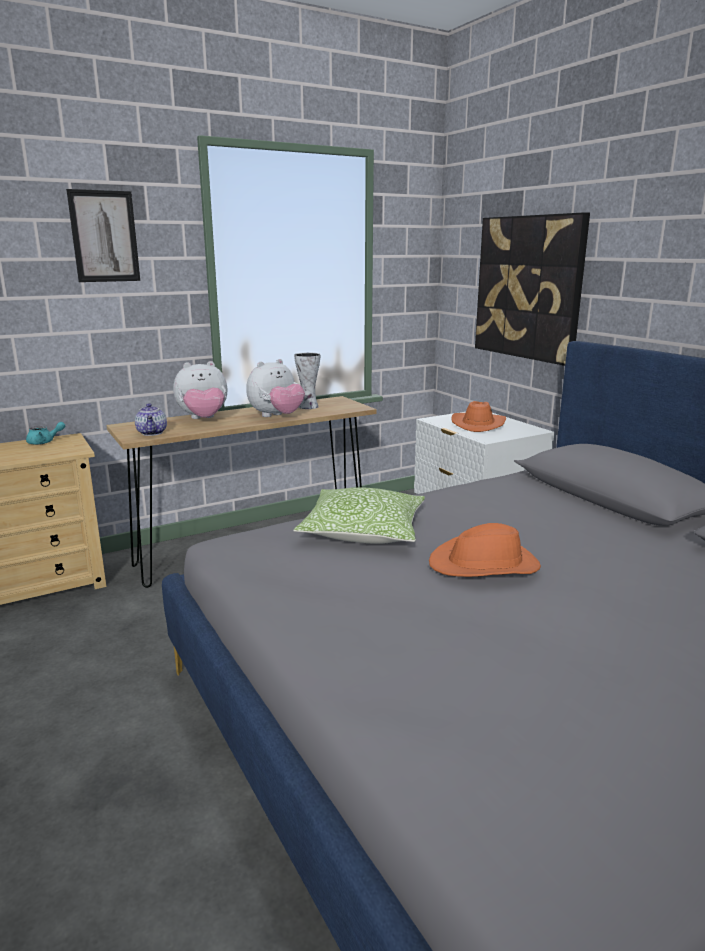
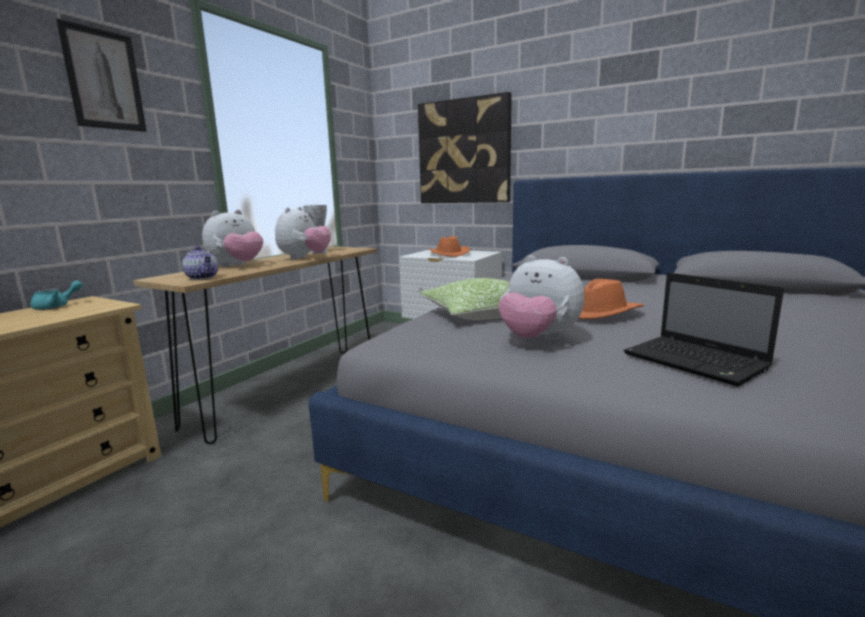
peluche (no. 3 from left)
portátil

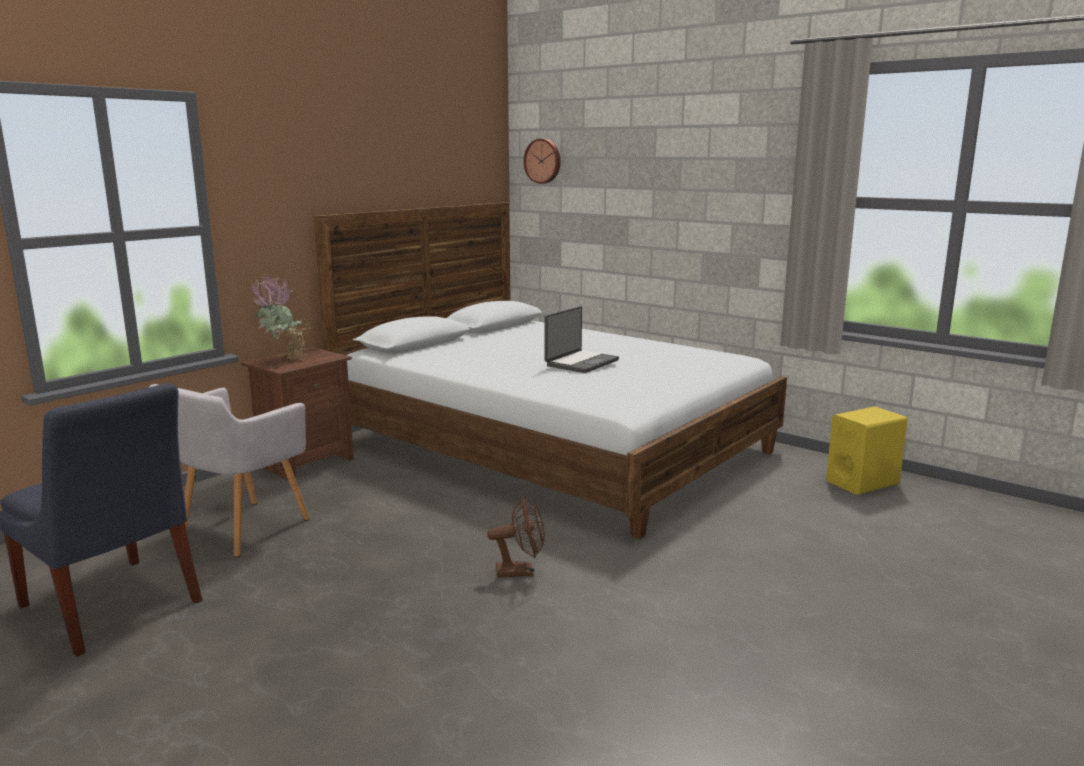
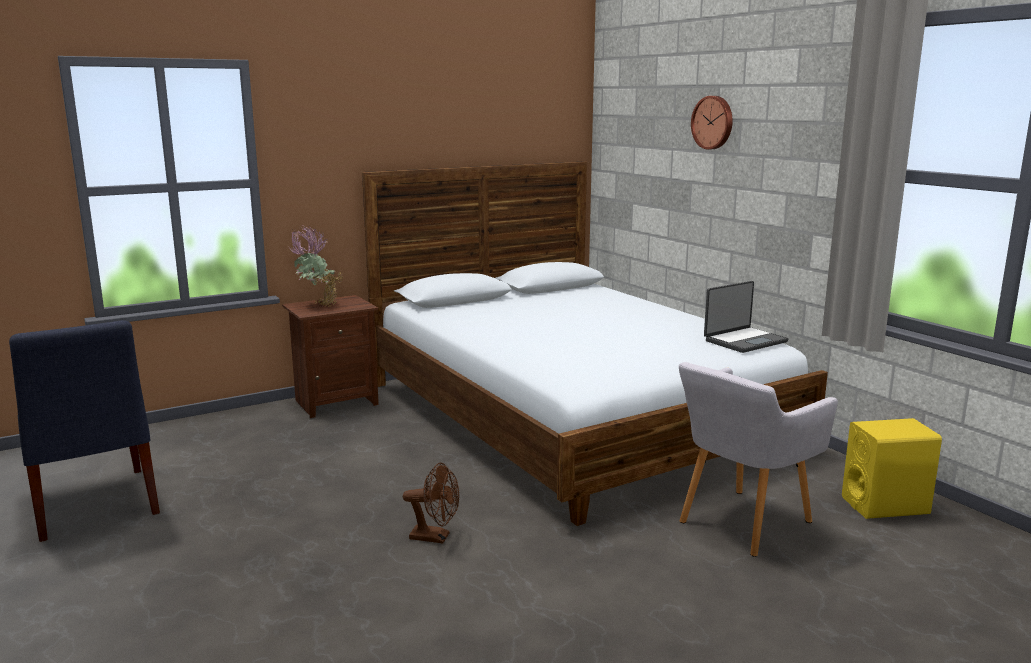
sillón (gris)
reloj de pared
portátil

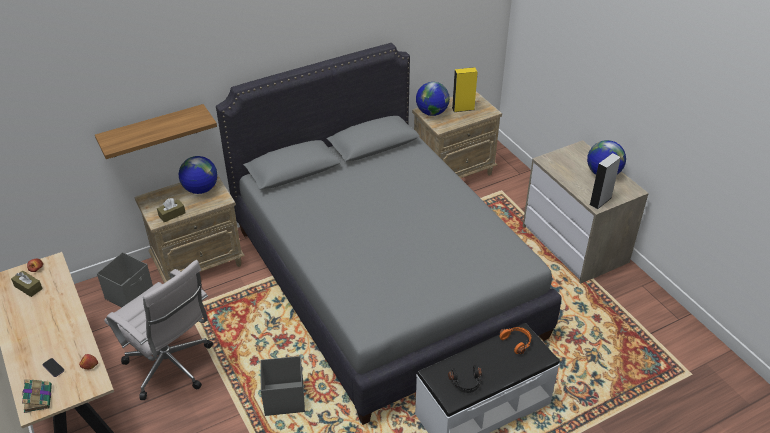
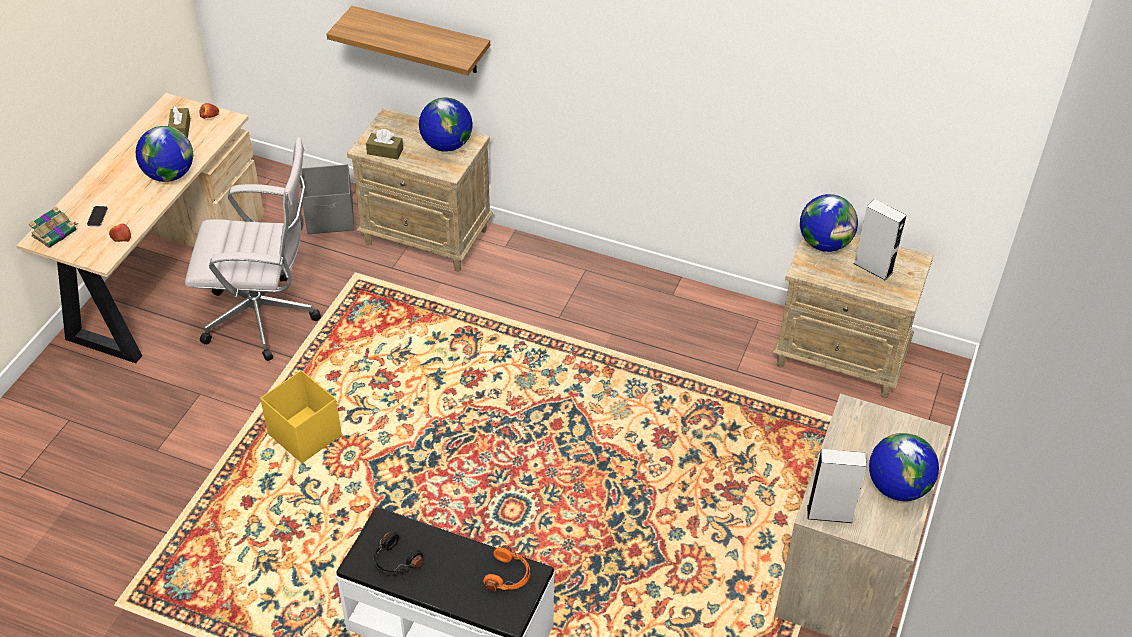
globo terráqueo (no. 1 from left)
silla de oficina (blanco)
caja de almacenaje (amarillo)
altavoz (gris) (no. 2 from left)
cama (gris)

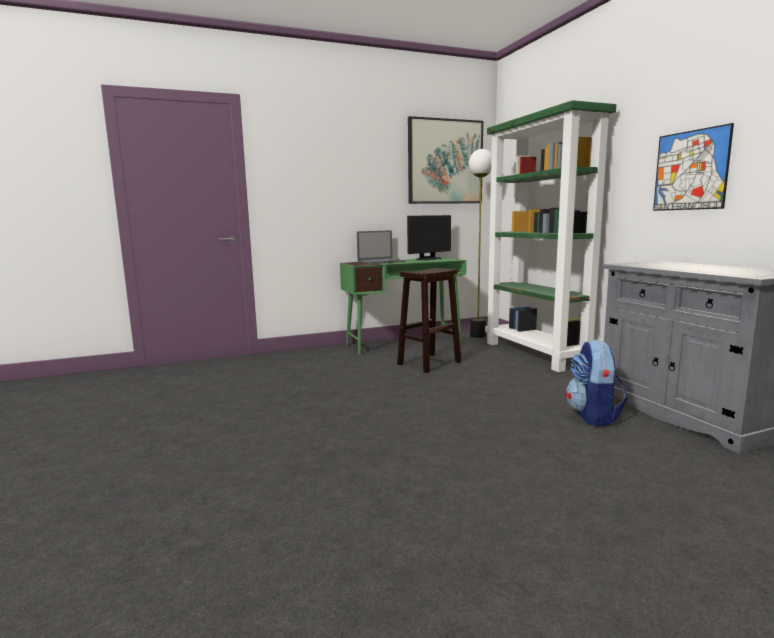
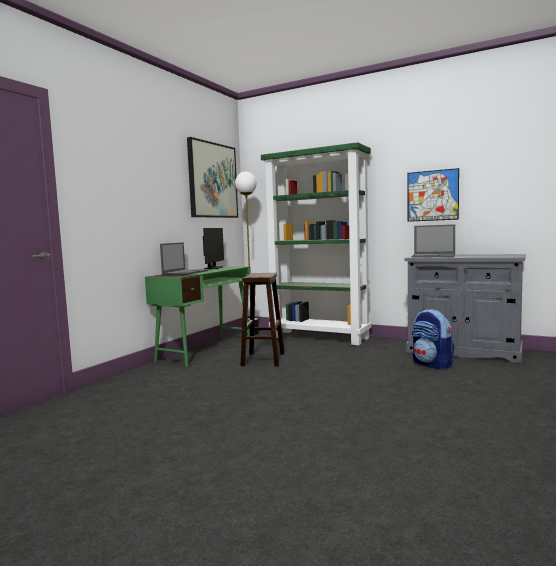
portátil (no. 2 from left)

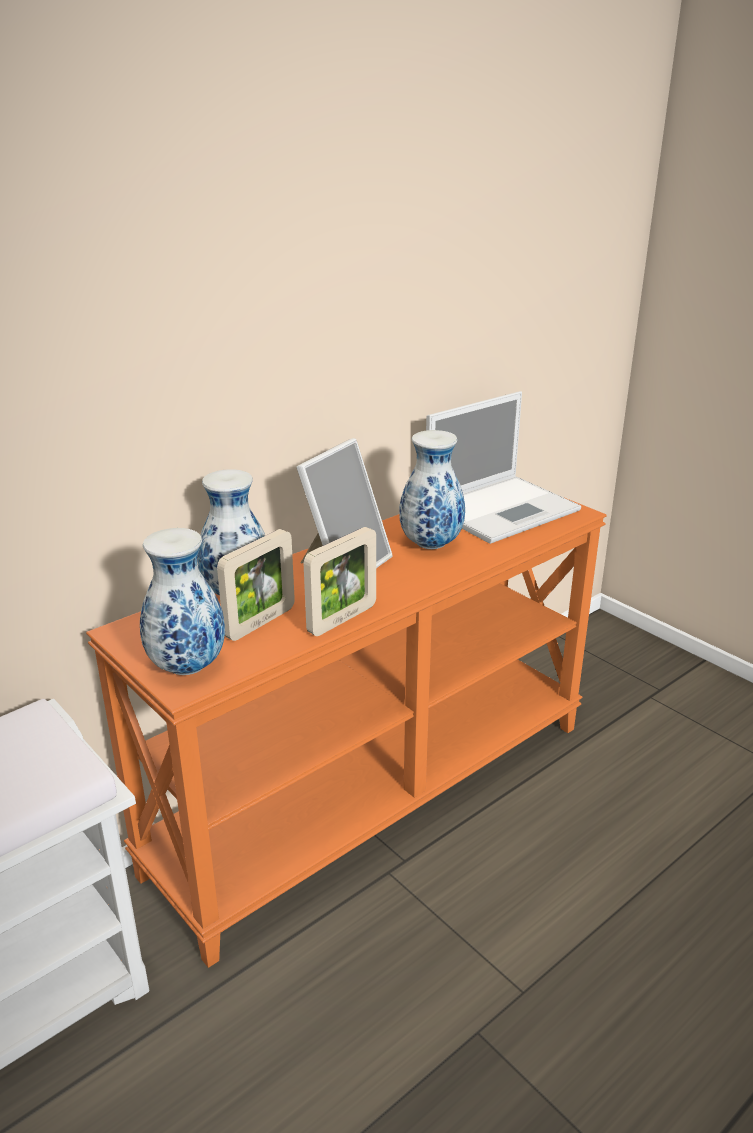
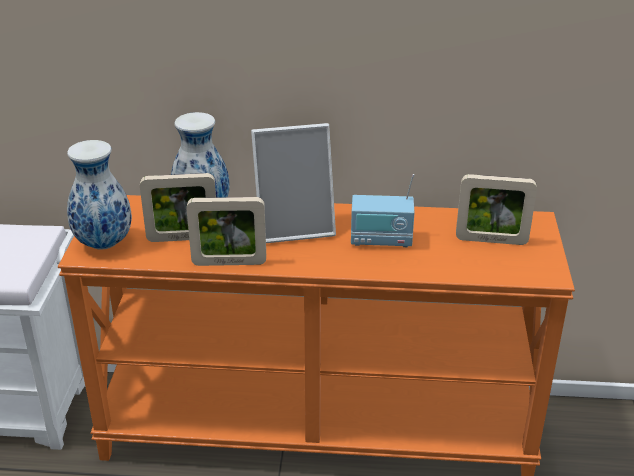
radio
portarretratos (no. 4 from left)

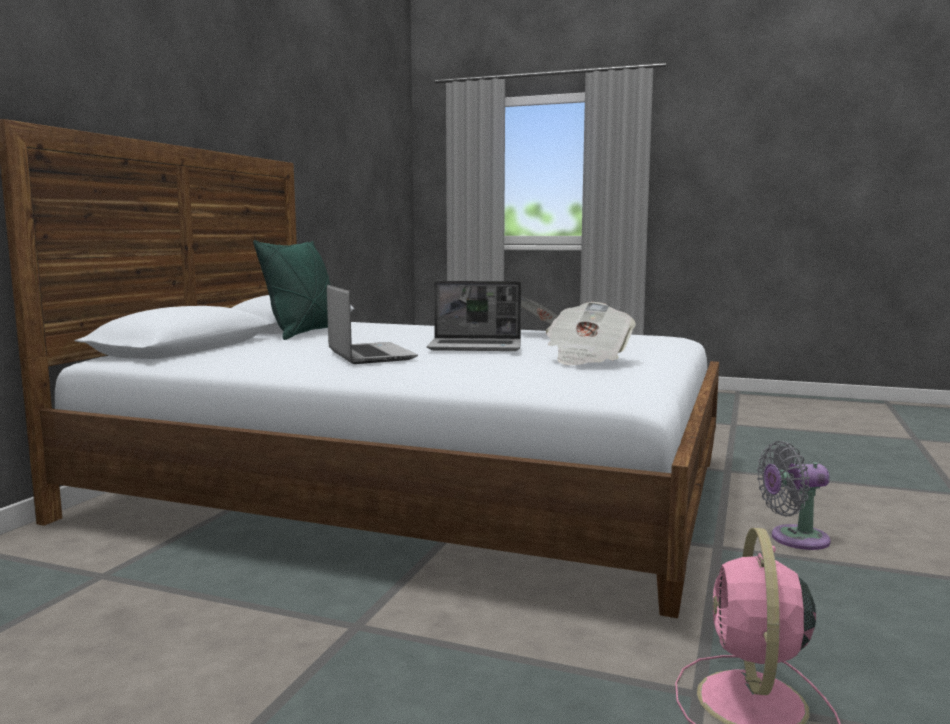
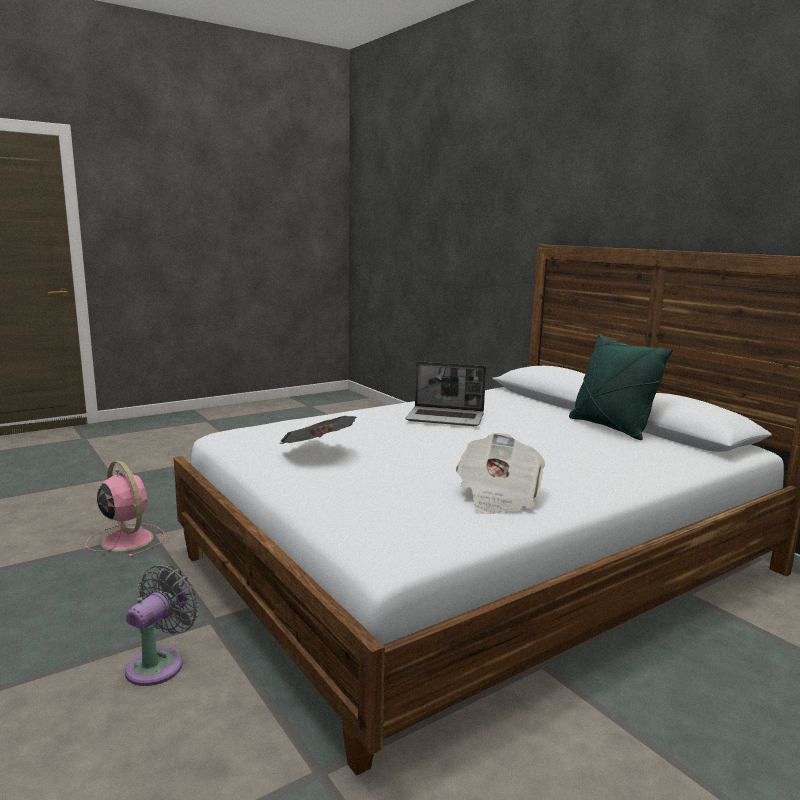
portátil (no. 2 from left in the first image)

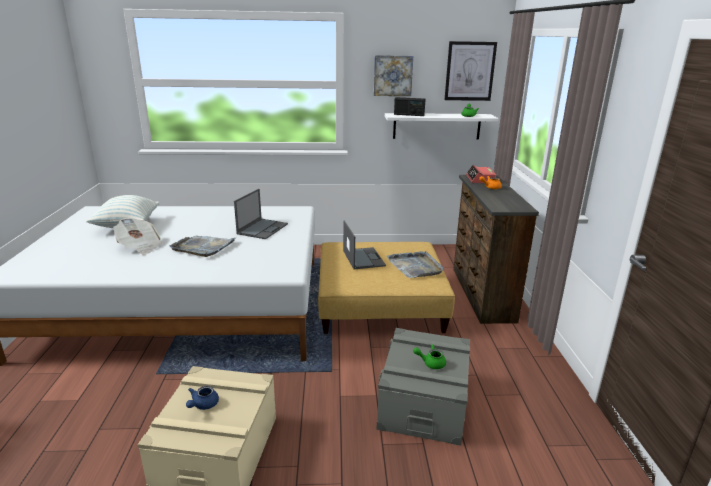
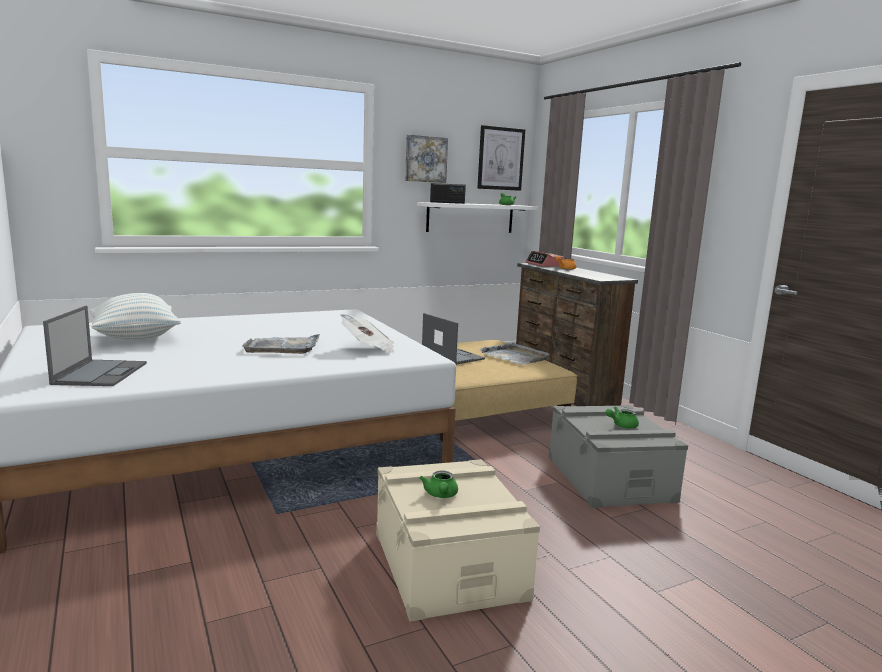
portátil (no. 1 from left)
periódico
tetera (verde) (no. 1 from left)

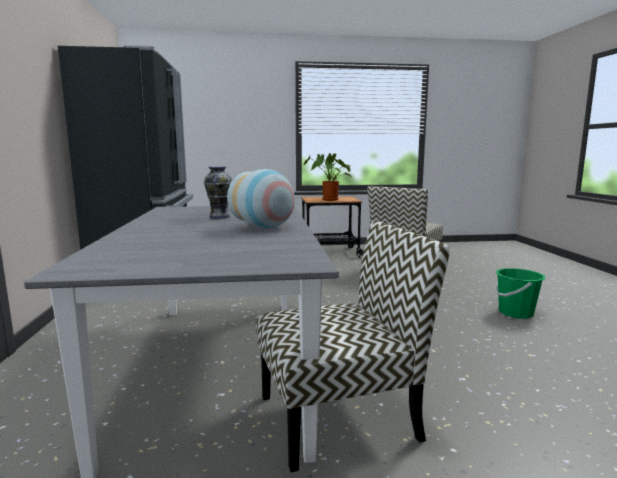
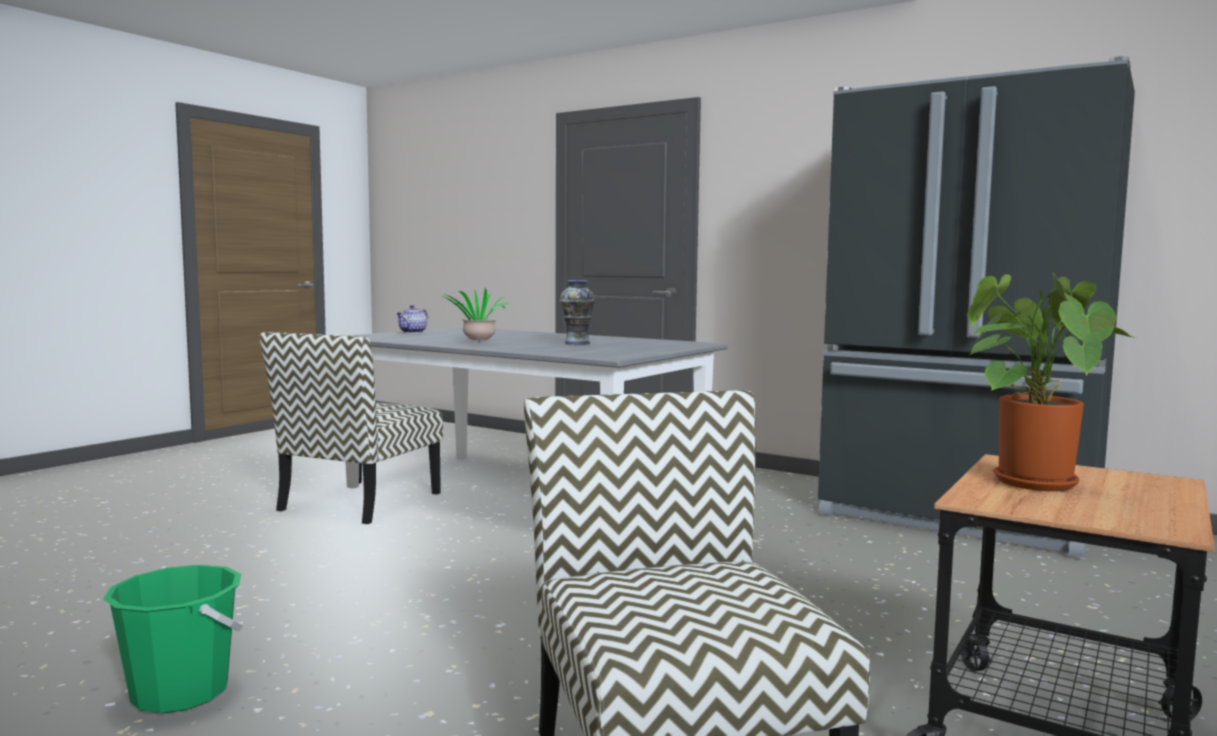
tetera
planta en maceta (no. 1 from left)

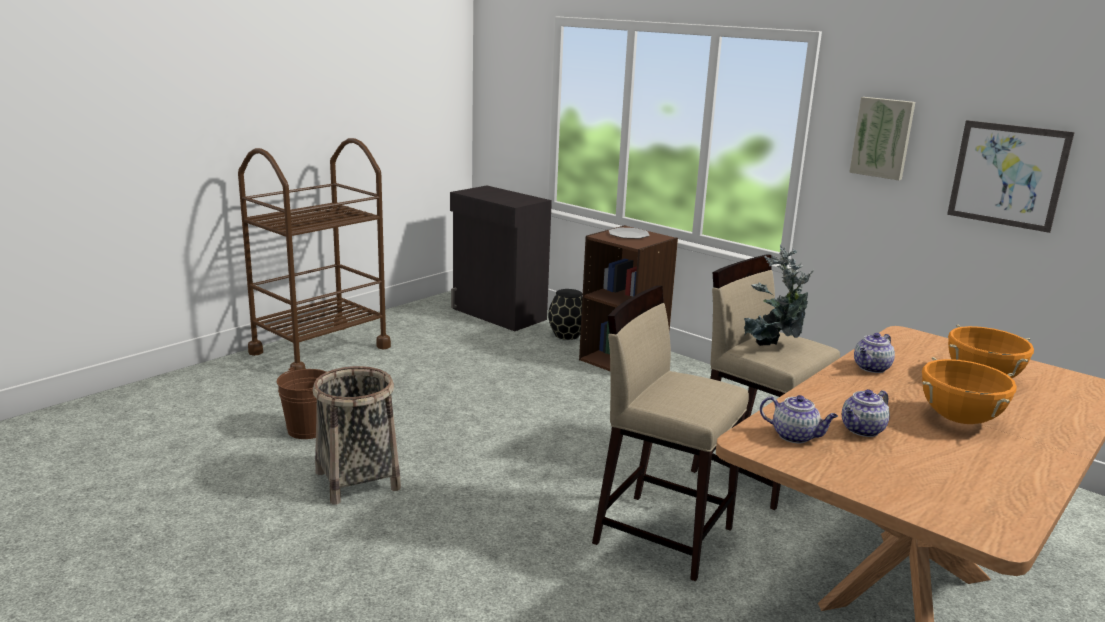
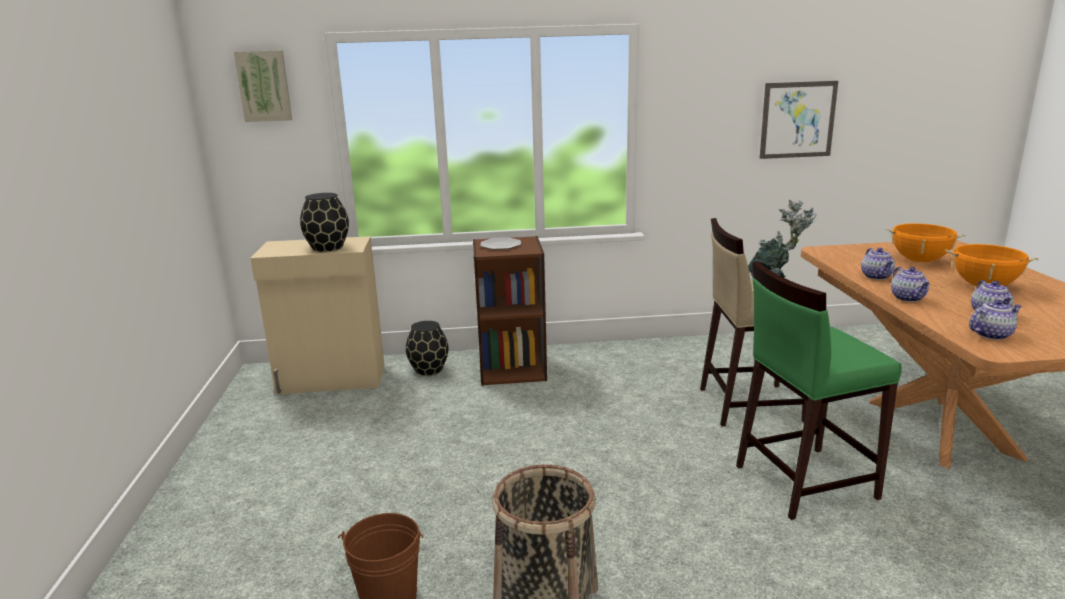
cuadro (no. 1 from left)
armario (beis)
florero (negro) (no. 1 from left)
taburete (verde)
tetera (no. 2 from left)
carrito (marrón)

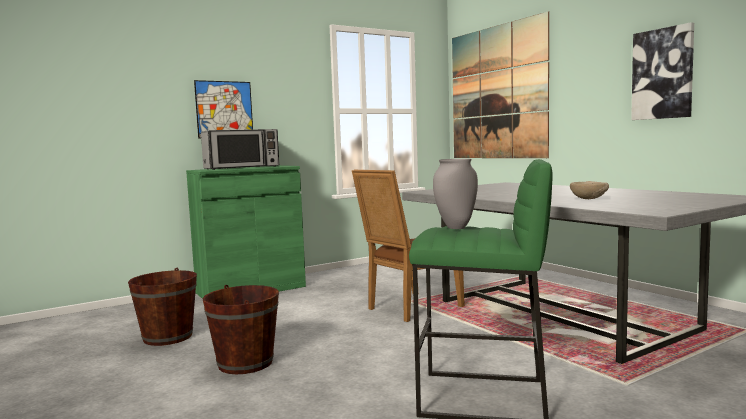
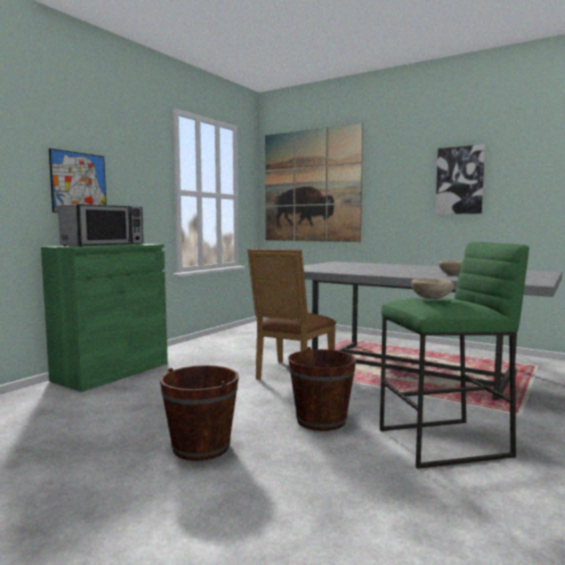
cubo (marrón) (no. 2 from left)
cuenco (beis) (no. 1 from left)

